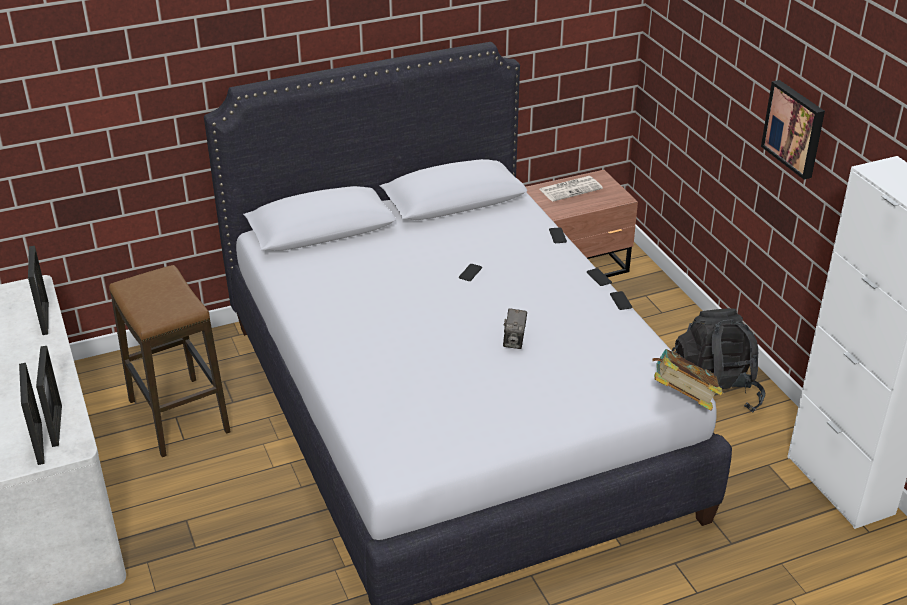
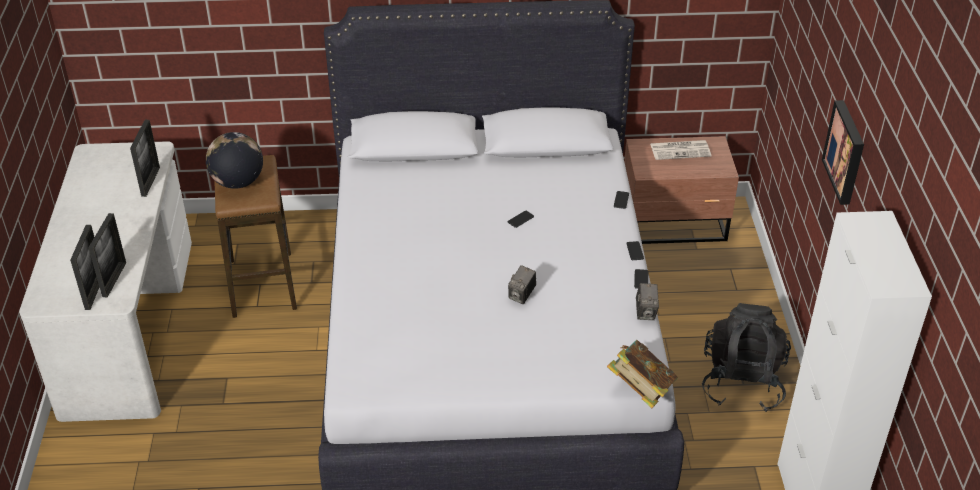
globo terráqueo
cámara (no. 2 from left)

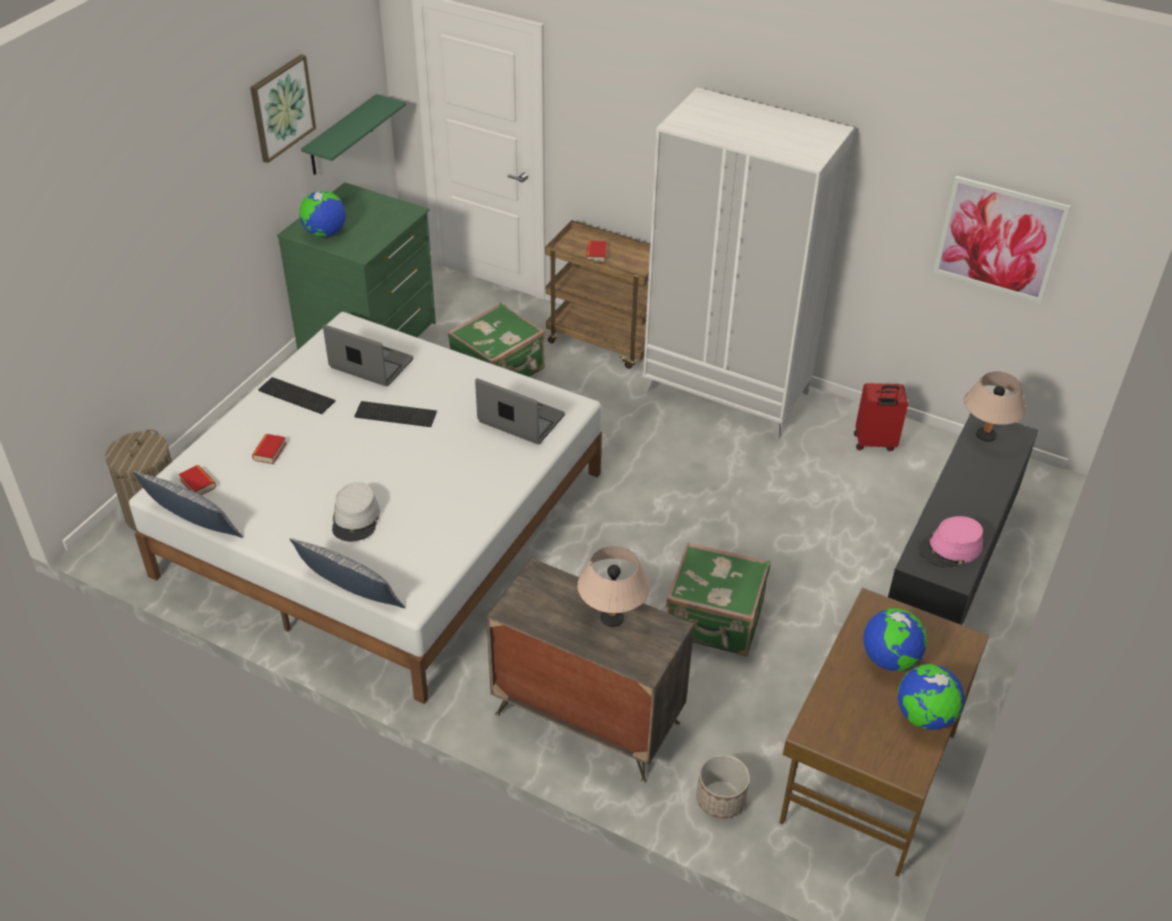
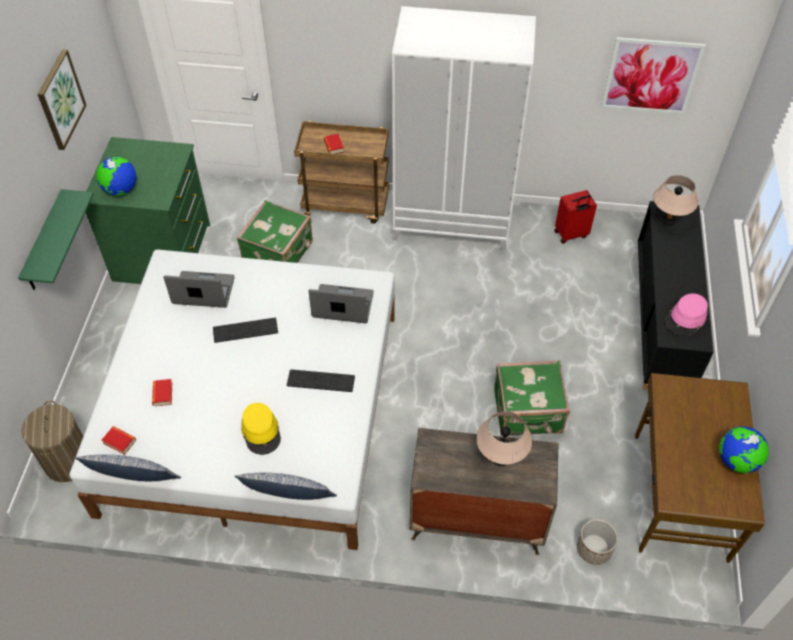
estante (verde)
sombrero (amarillo)
teclado (no. 2 from left)
globo terráqueo (no. 2 from left in the first image)

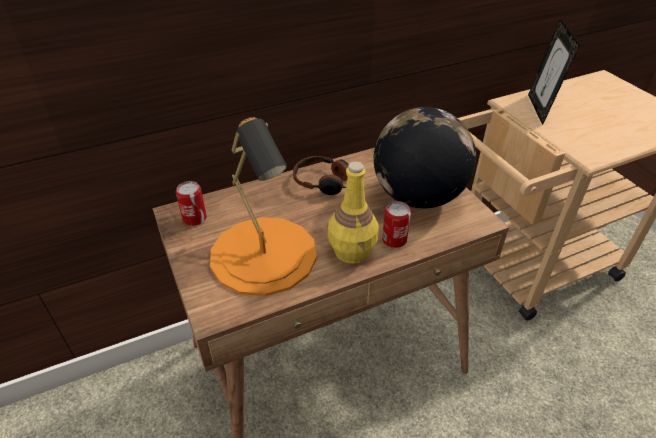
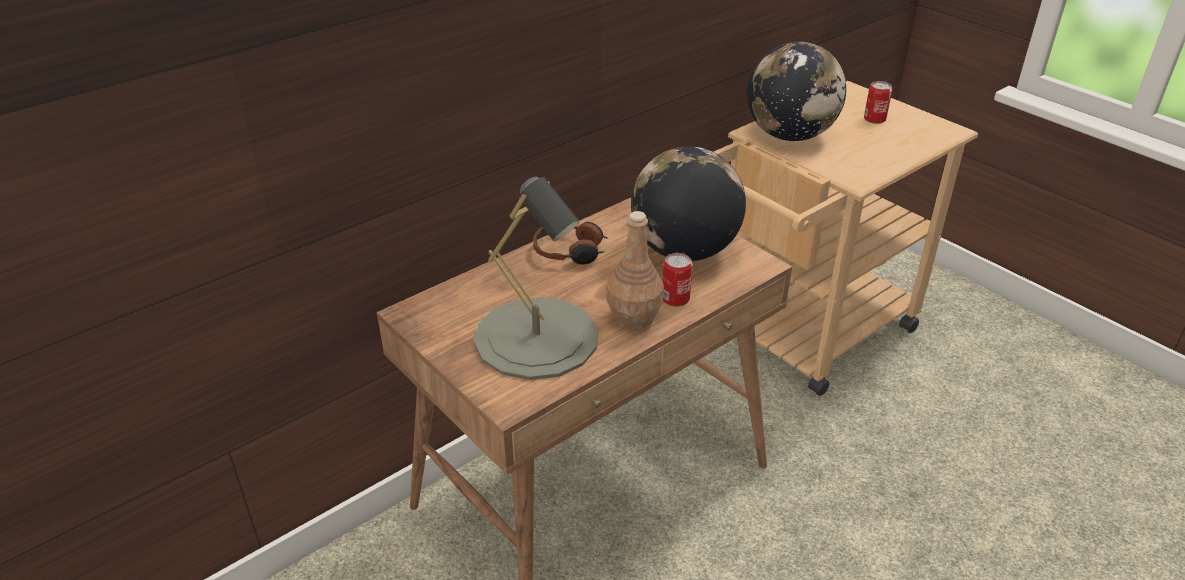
lámpara de mesa (gris)
botella (marrón)
globo terráqueo (no. 2 from left)
lata (no. 2 from left)

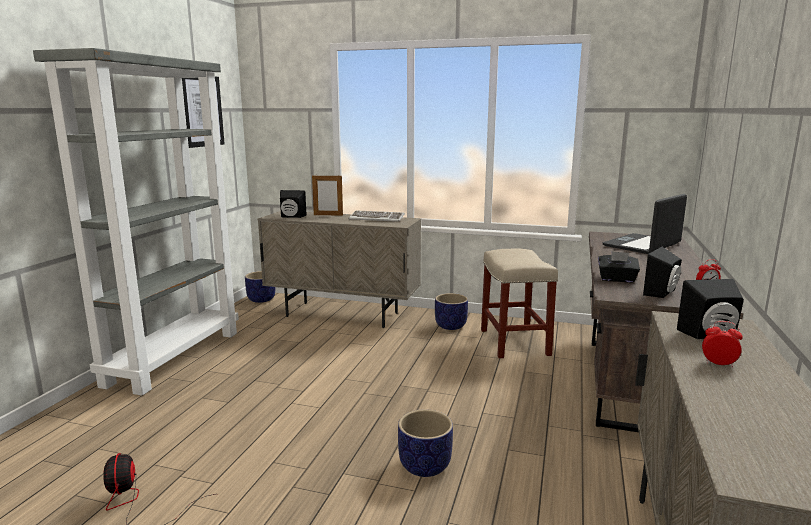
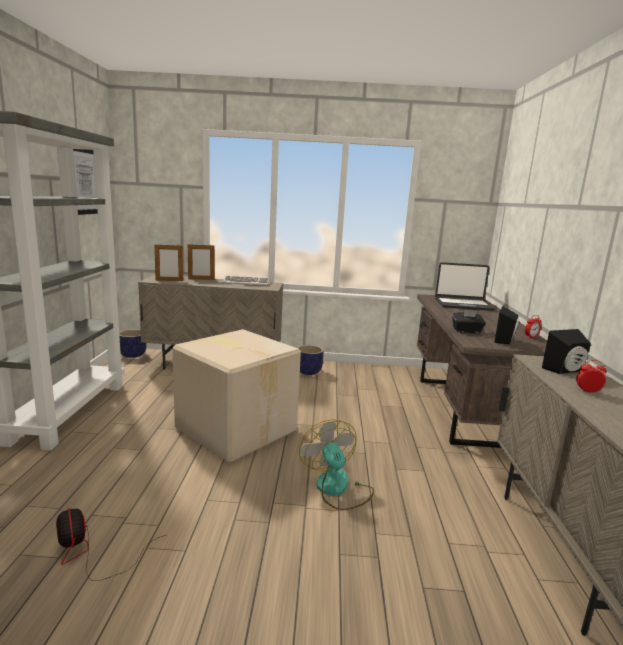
portarretratos (no. 1 from left)
caja de cartón
ventilador (no. 2 from left)
portátil
taburete (beis)

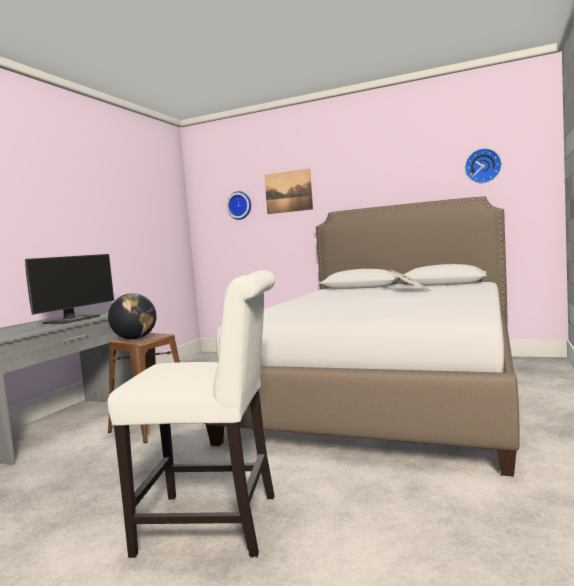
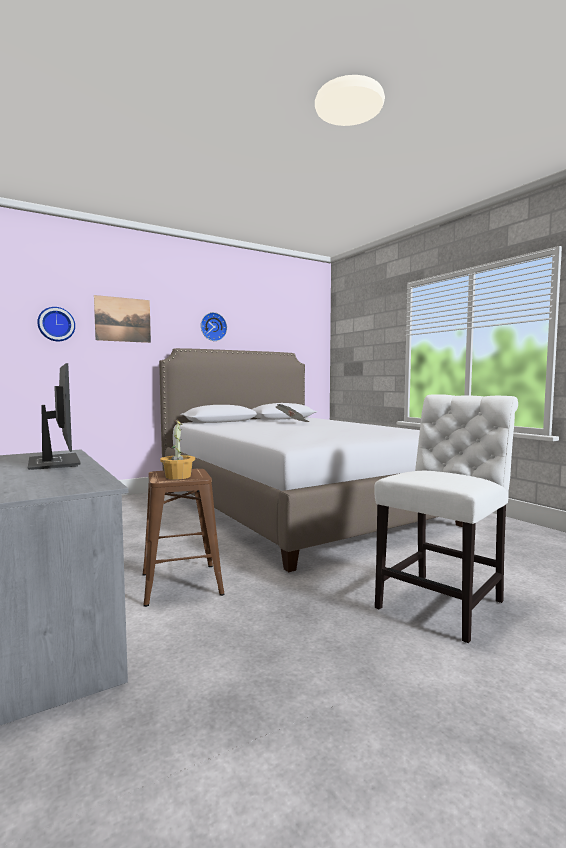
planta en maceta
reloj de pared (no. 2 from left)

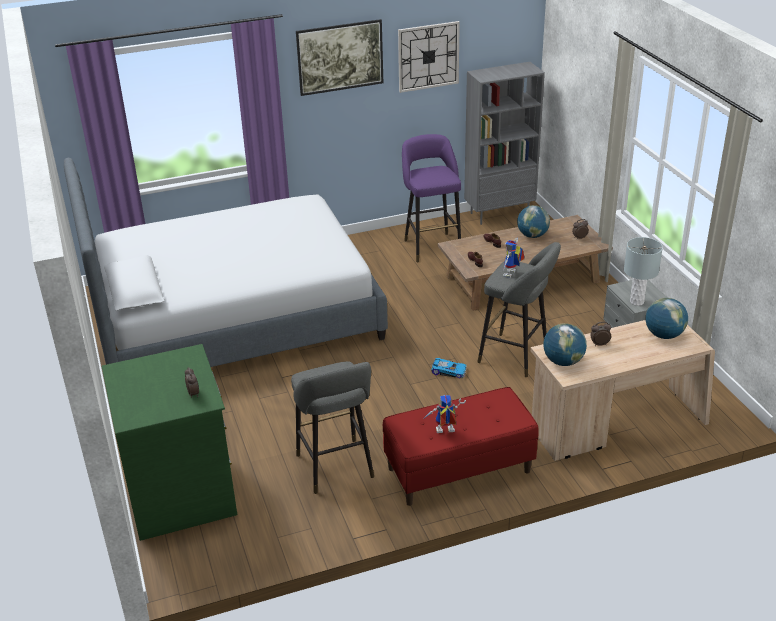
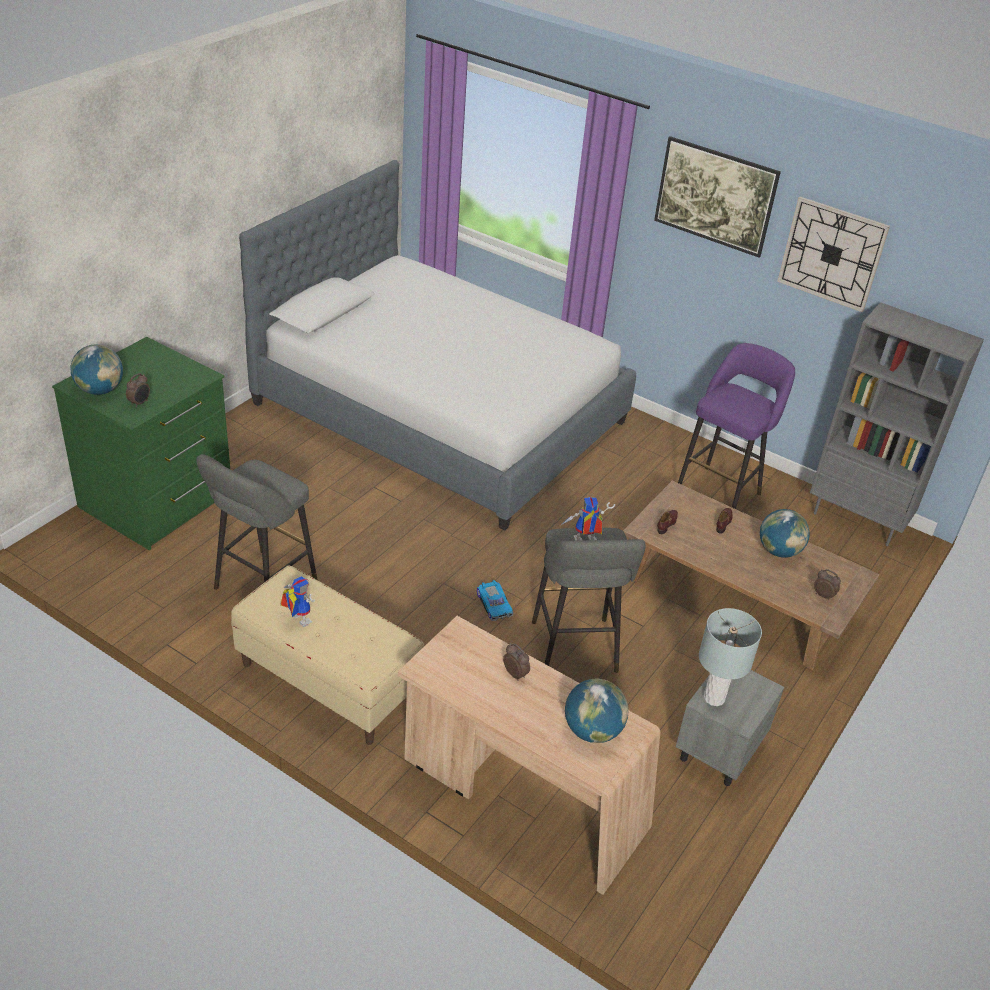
globo terráqueo (no. 1 from left)
banco (beis)

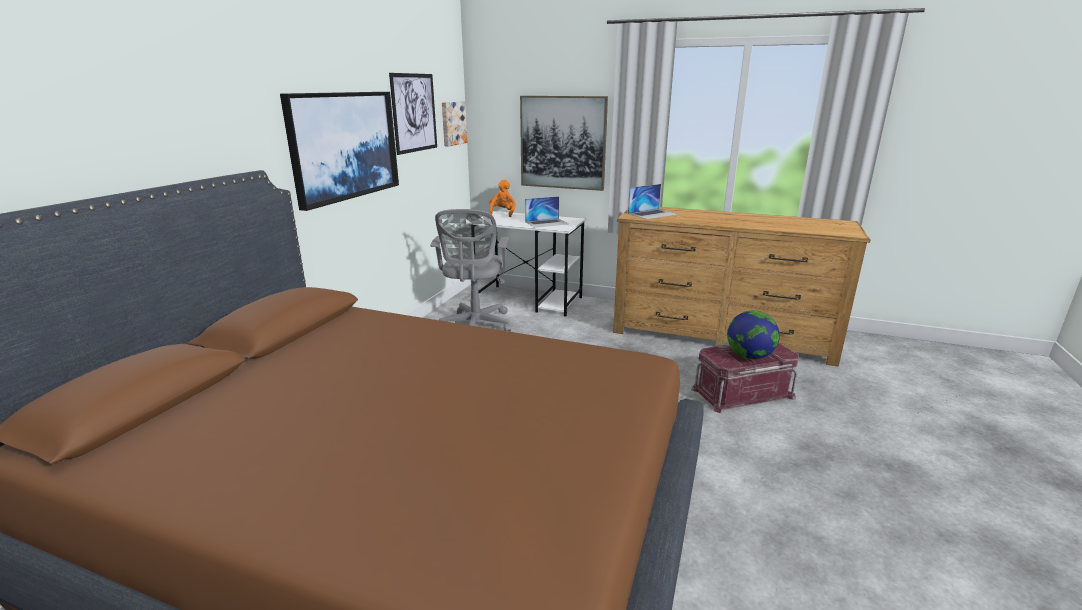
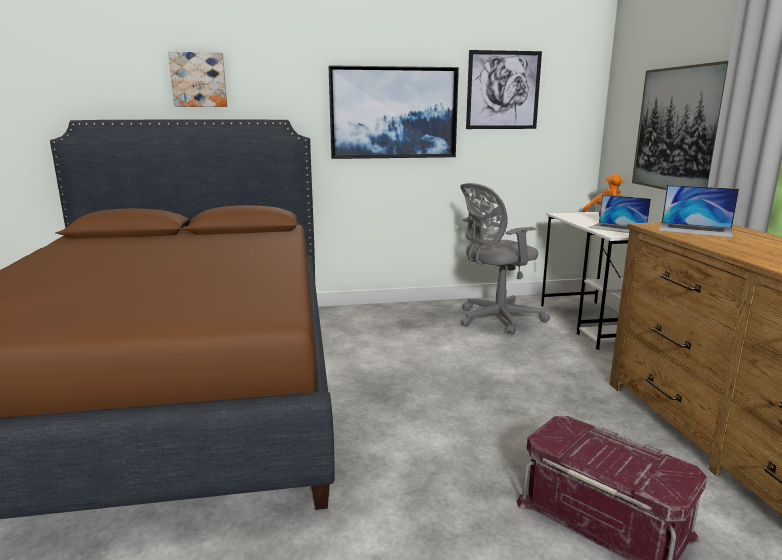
cuadro (no. 1 from left)
globo terráqueo

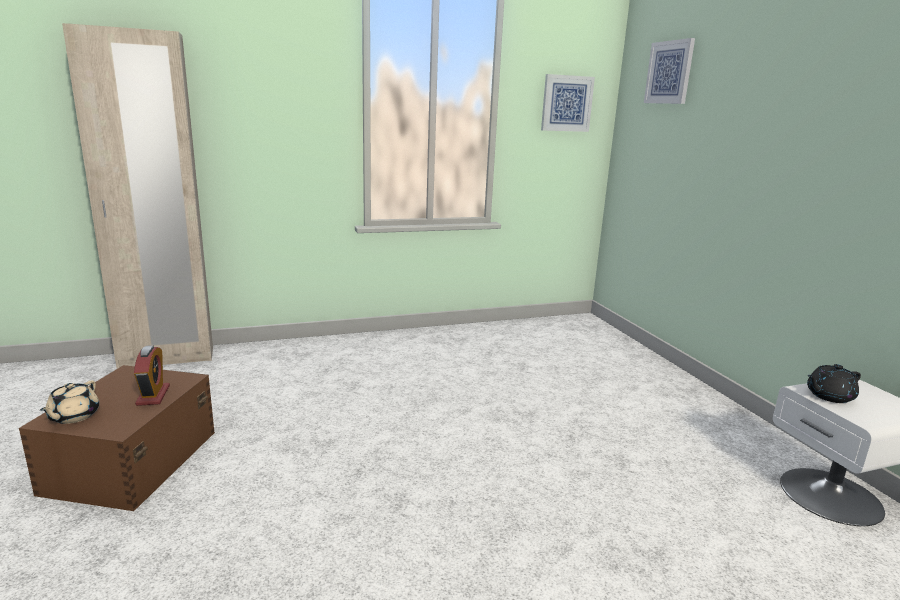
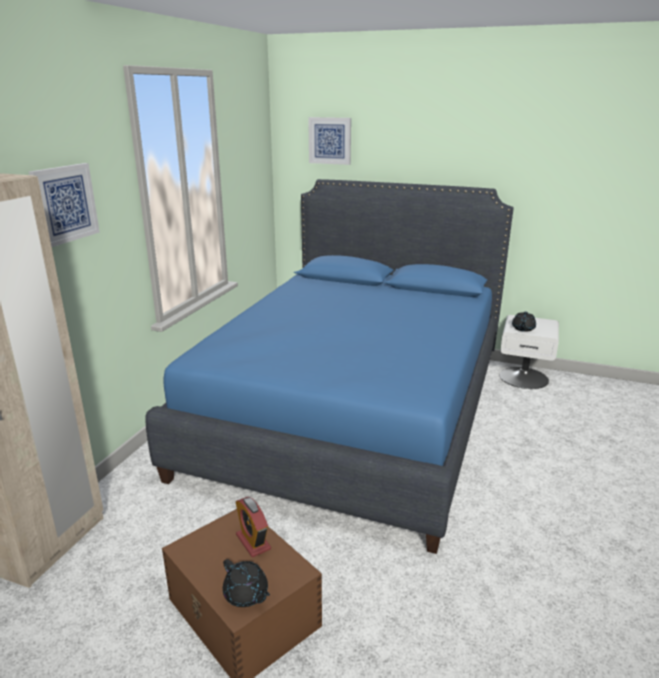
cuadro (no. 1 from left)
cama (azul)
tetera (negro) (no. 1 from left)
despertador

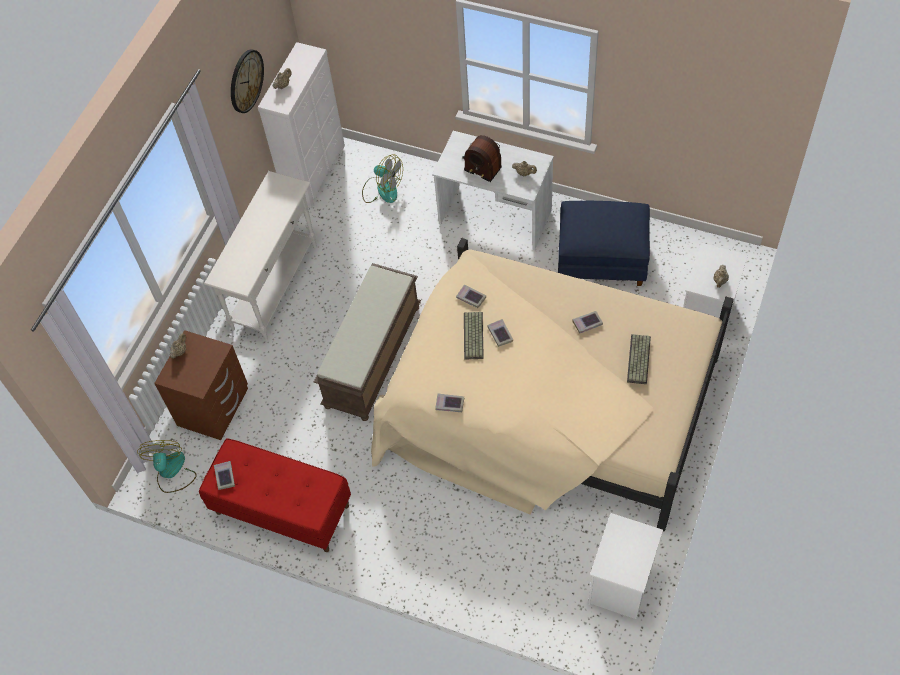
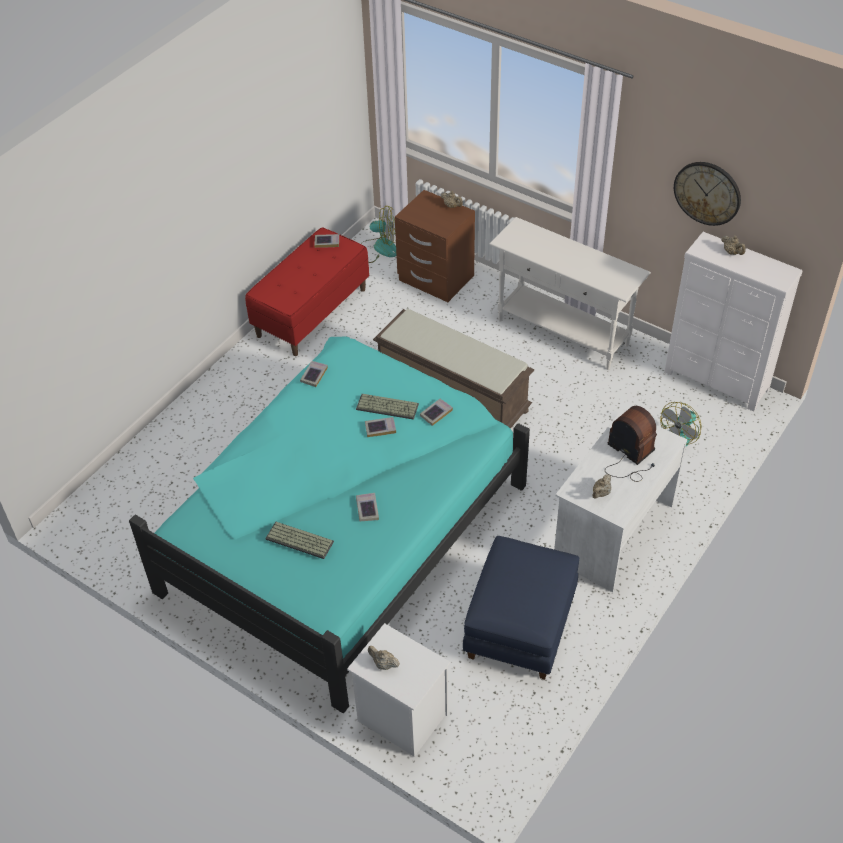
cama (turquesa)
radio
mesita de noche (blanco) (no. 1 from left in the first image)

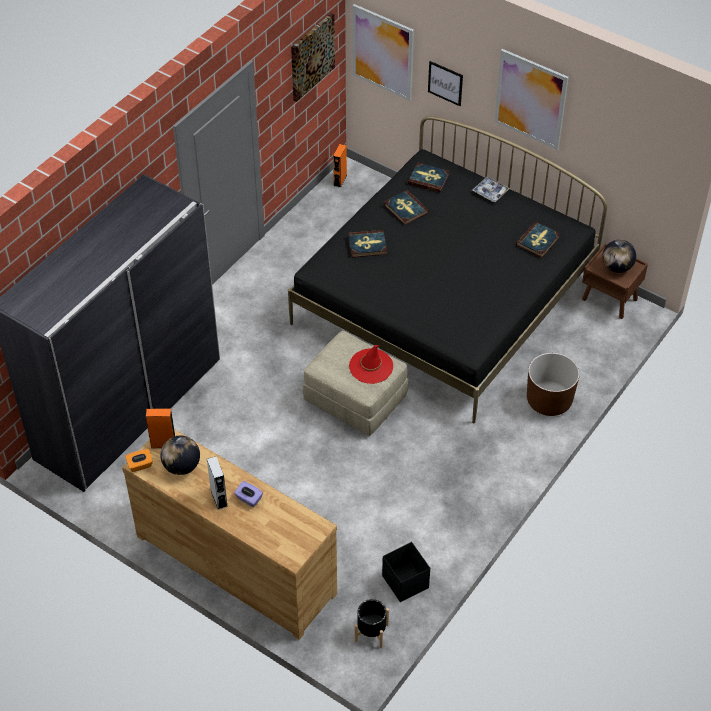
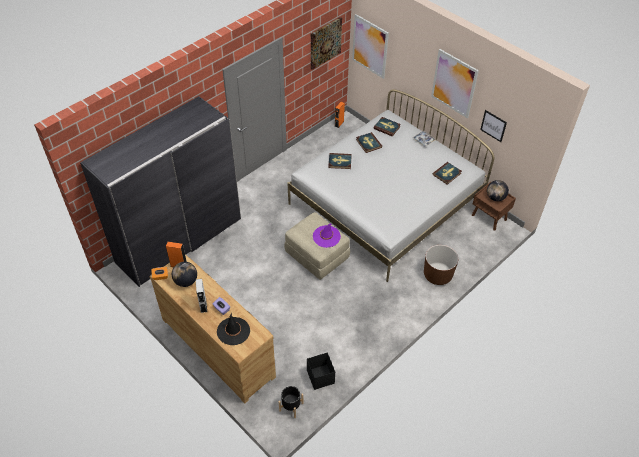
sombrero (negro)
cama (blanco)
sombrero (morado)
cuadro (no. 4 from left)

